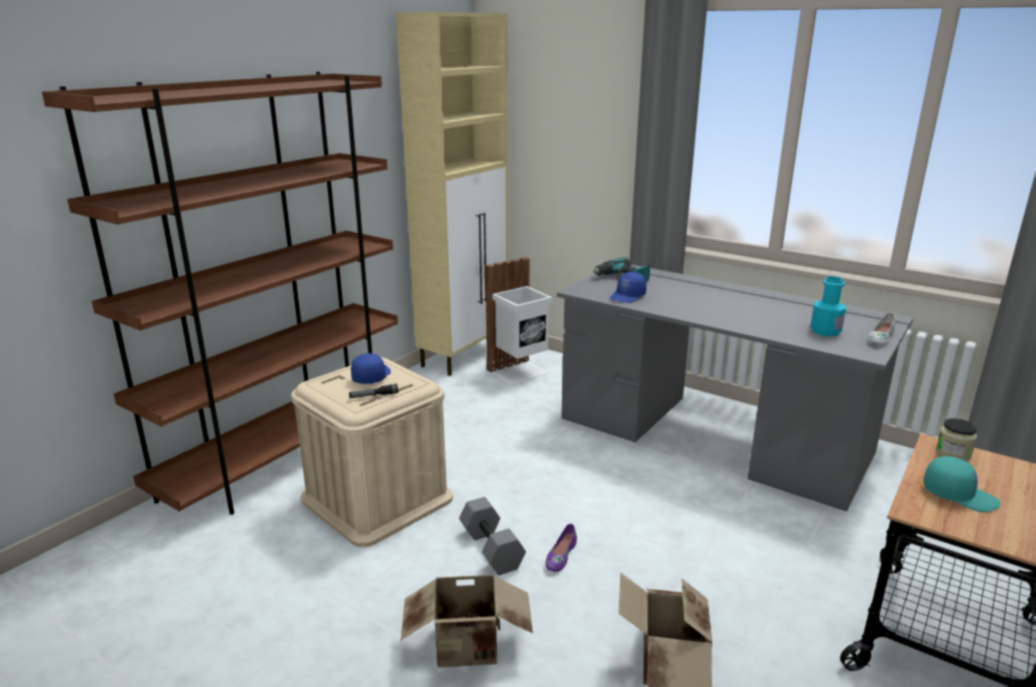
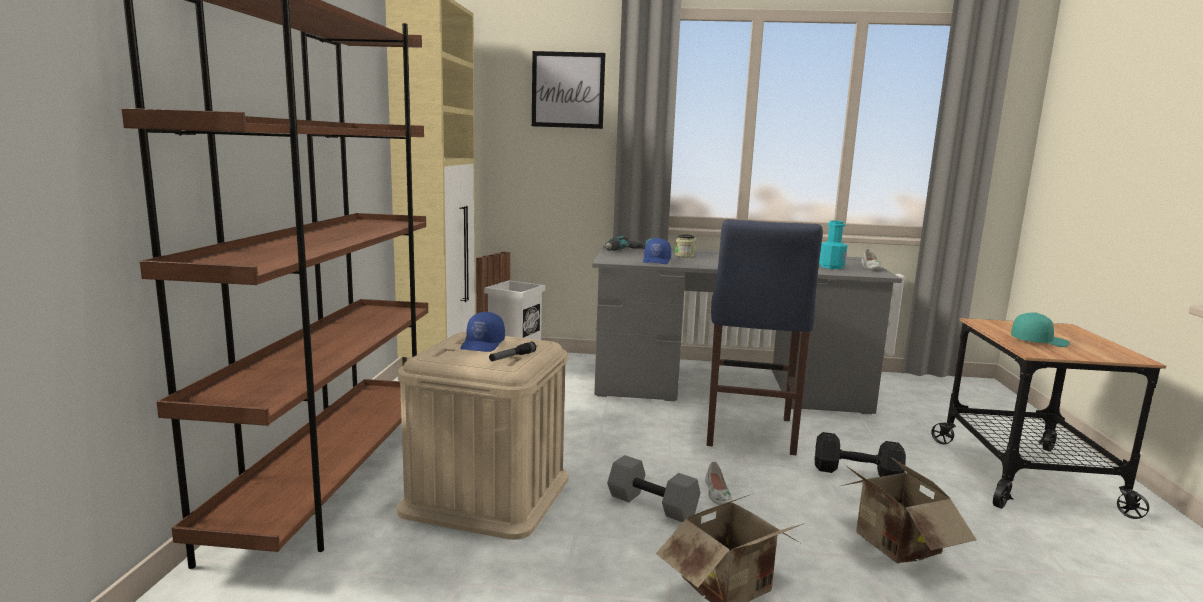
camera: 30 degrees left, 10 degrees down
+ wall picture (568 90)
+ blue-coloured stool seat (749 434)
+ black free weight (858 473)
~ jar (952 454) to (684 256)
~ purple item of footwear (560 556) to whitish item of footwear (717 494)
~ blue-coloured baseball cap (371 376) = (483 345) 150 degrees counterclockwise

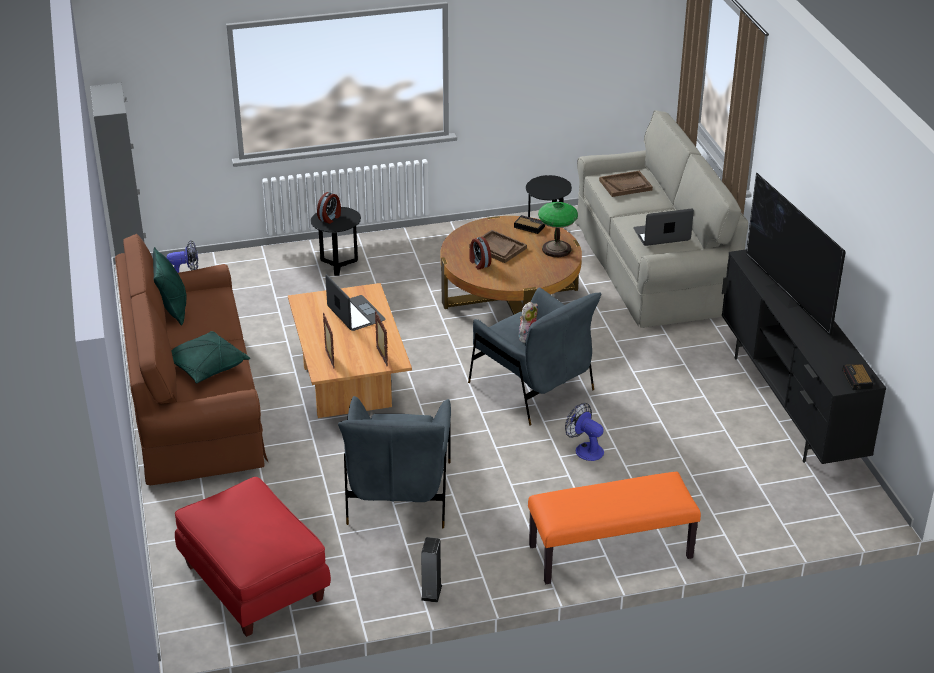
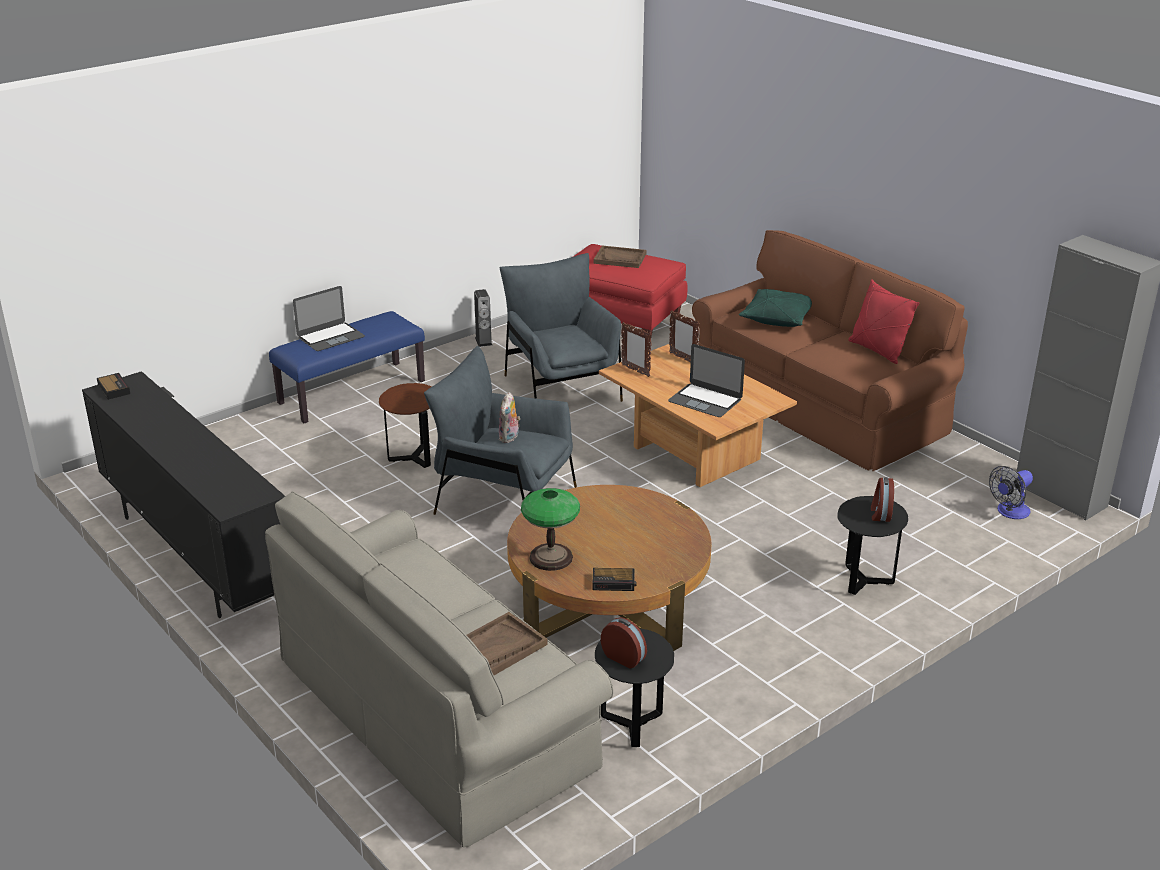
camera: 155 degrees right, 5 degrees down
- TV set (787 295)
~ brown carrying tray (497 248) to (620 258)
~ alarm clock (479 263) to (624 657)
~ notebook computer (661 235) to (330 337)
~ fan (585 449) to brown end table (413 458)
~ green-coloured pillow (173 309) to red pillow (877 350)
~ orangey long seat (610 553) to blue-coloured long seat (352 392)

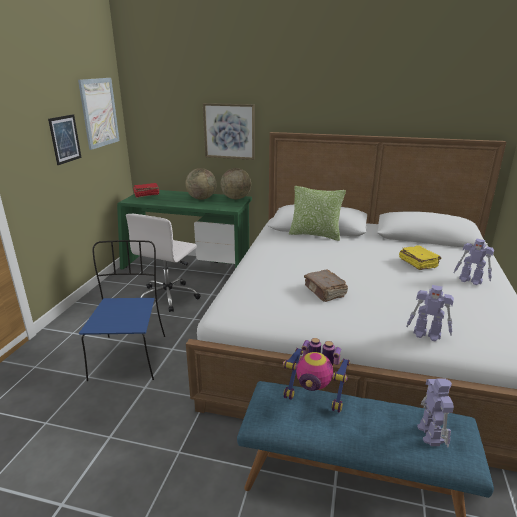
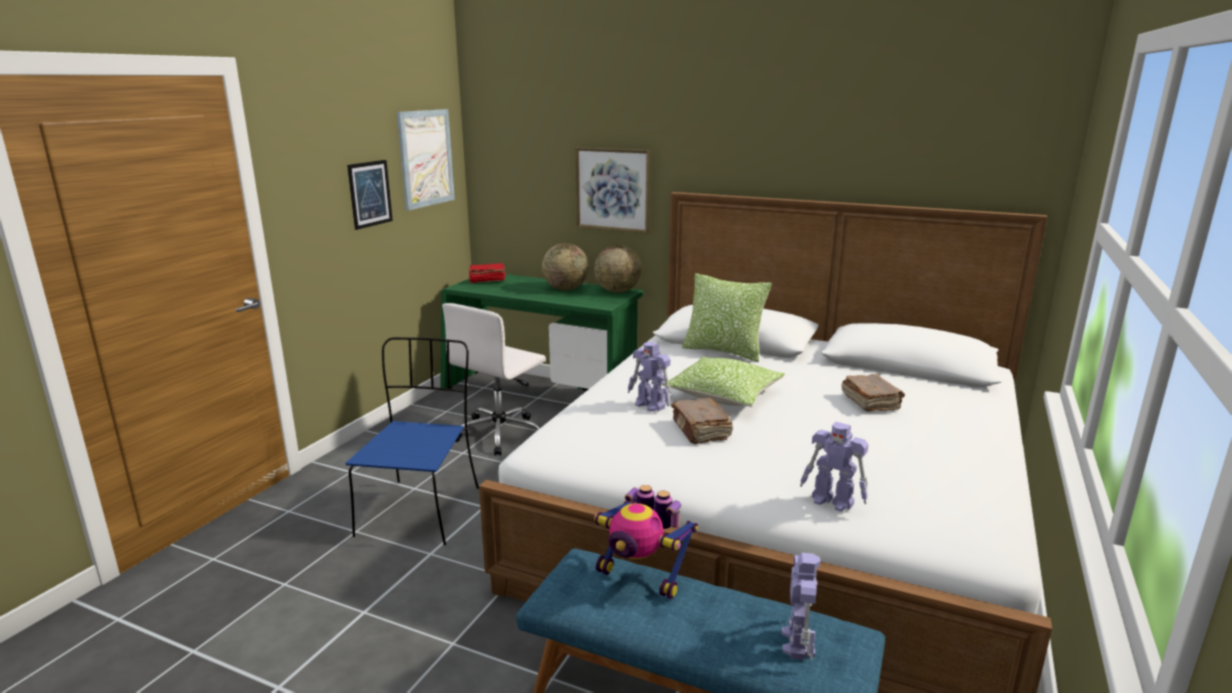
camera: 10 degrees right, 5 degrees down
+ pillow (724 395)
~ model robot (471 280) to (650 405)
~ yellow bound book (418 263) to brown bound book (870 402)

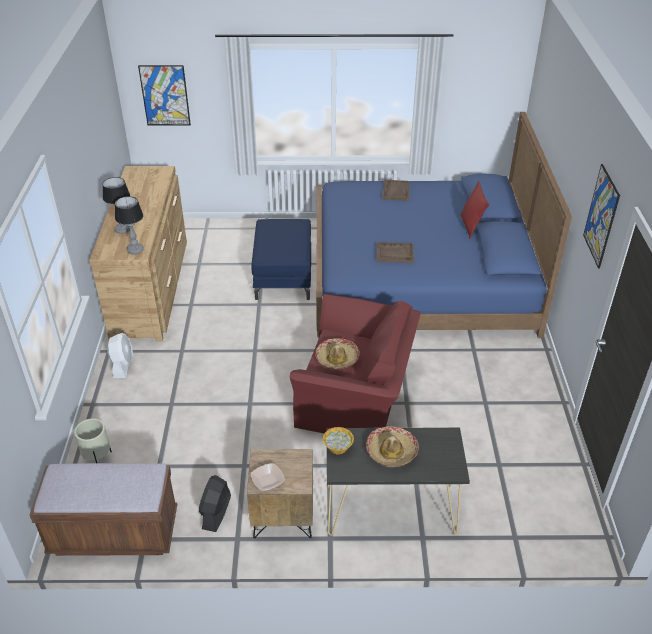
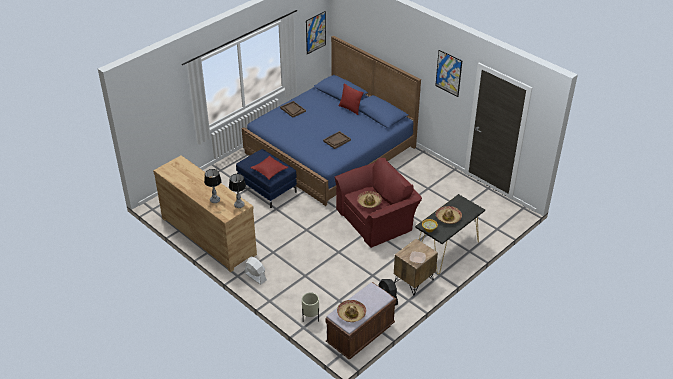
camera: 45 degrees left, 0 degrees up
+ red pillow (269 170)
+ clothing hat (351 314)
~ wall picture (165 95) to (315 32)

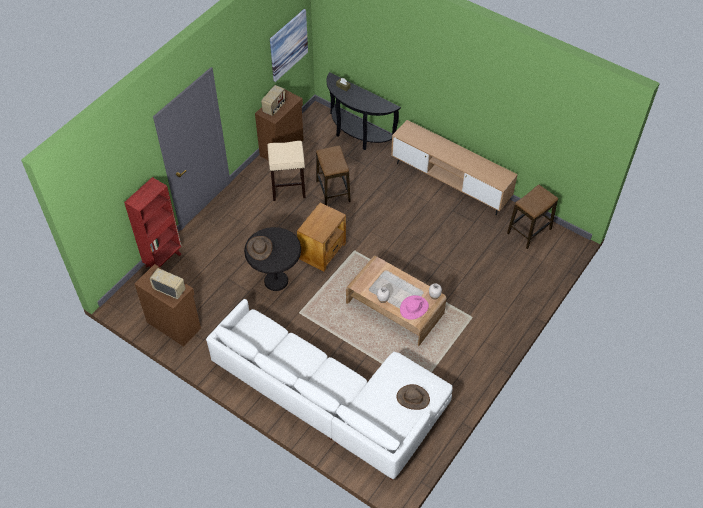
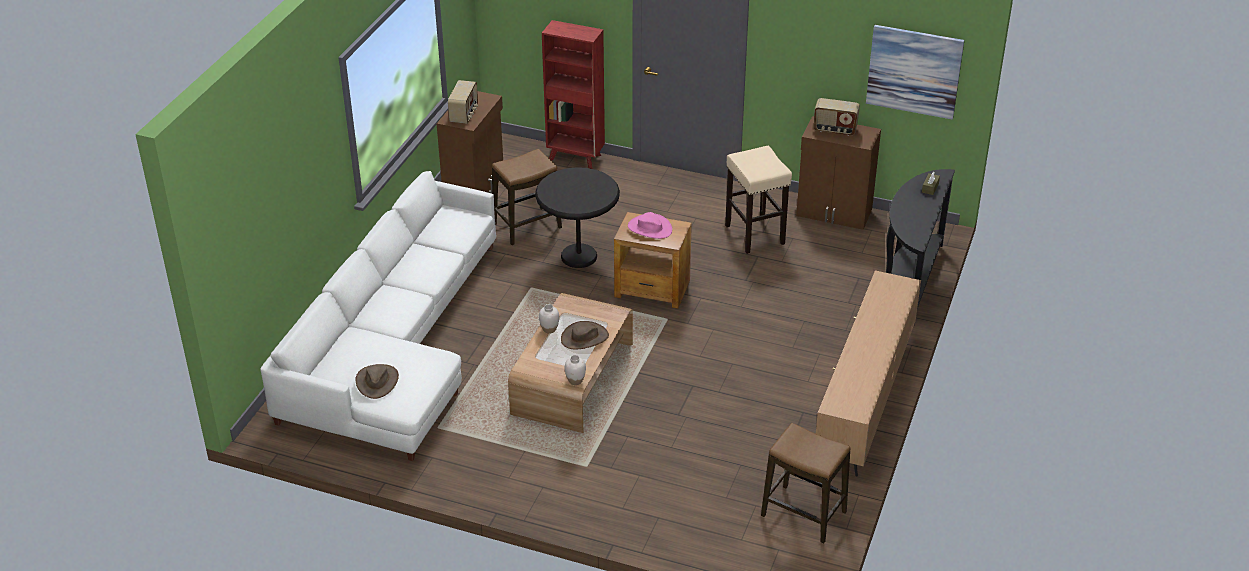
camera: 75 degrees right, 15 degrees down
~ brown clothing hat (260 248) to (584 338)
~ stool seat (333 191) to (527 226)
~ pink clothing hat (414 308) to (649 228)

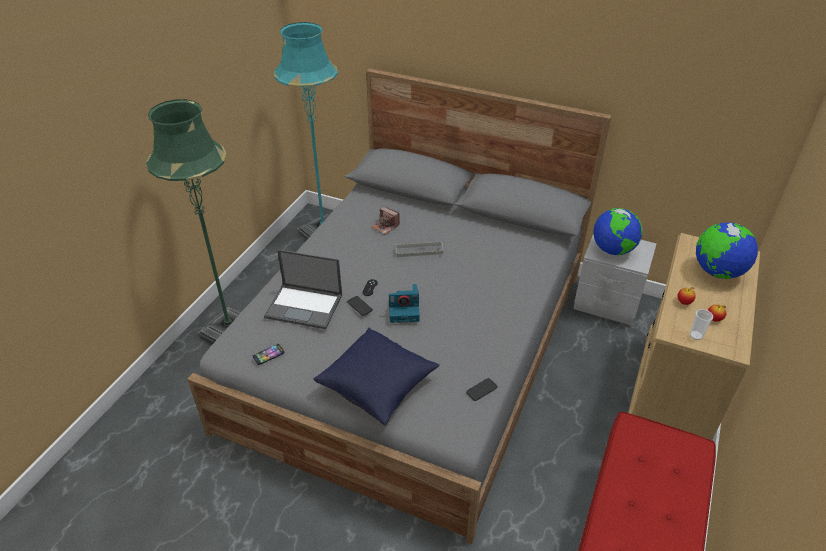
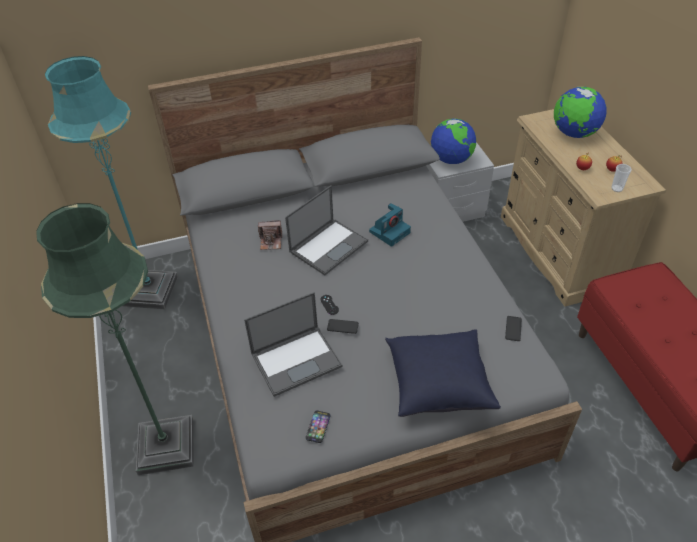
camera: 40 degrees left, 5 degrees up
~ photo camera (404 310) to (390 231)
~ gray carrying tray (419 251) to notebook computer (329 246)

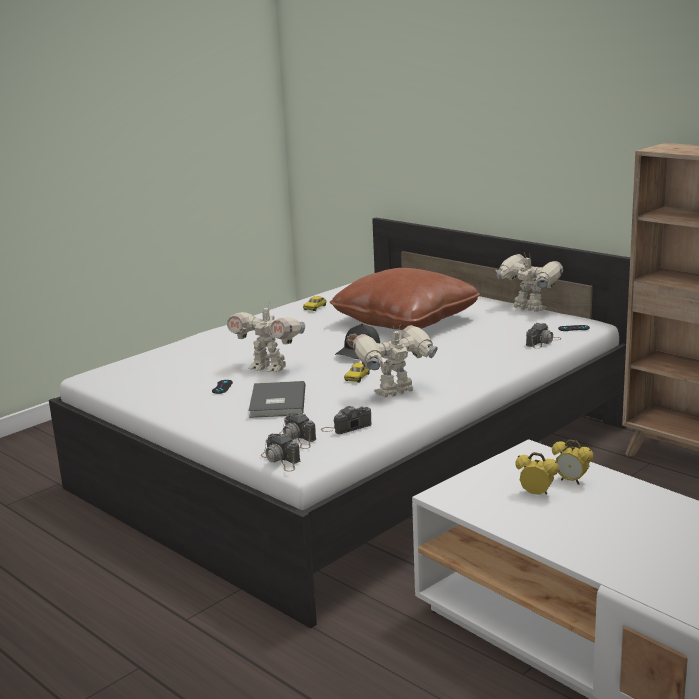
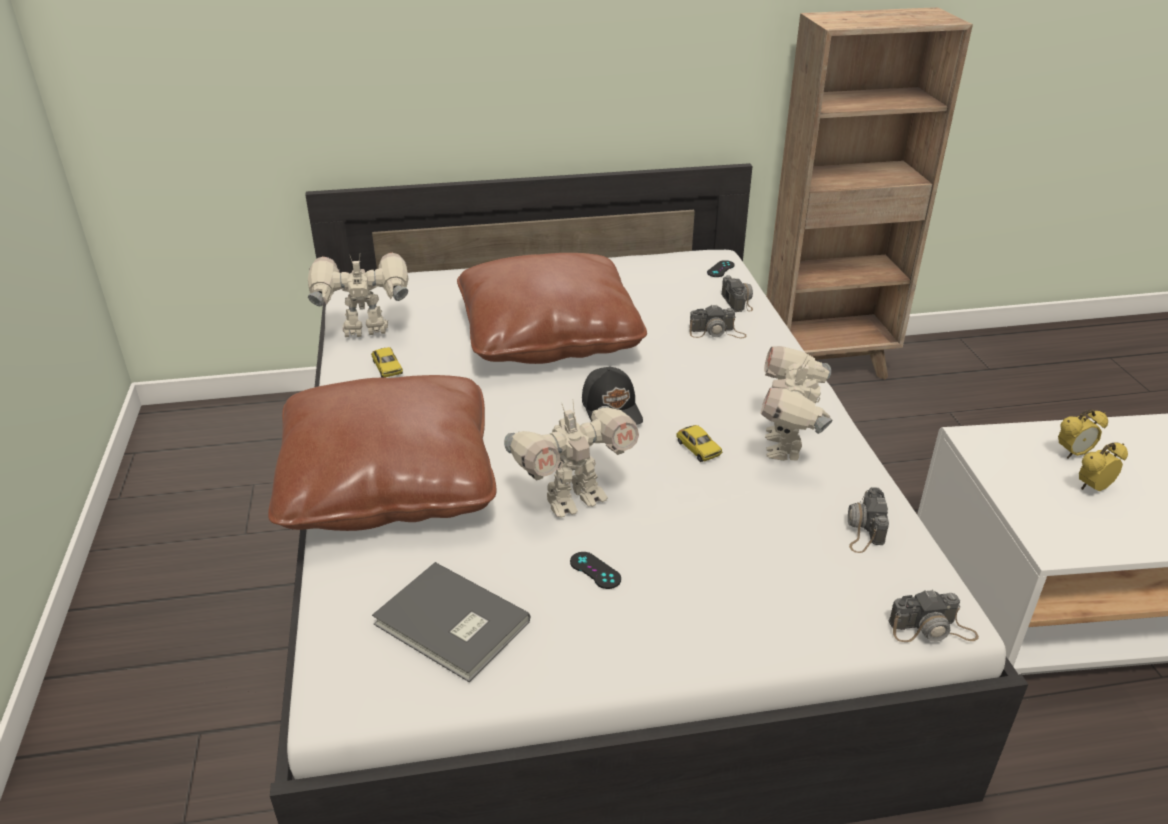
camera: 55 degrees left, 15 degrees up
+ brown pillow (389 482)
~ gray bound book (276 402) to (451 626)
~ photo camera (298 438) to (717 332)
~ model robot (528 309) to (366 333)

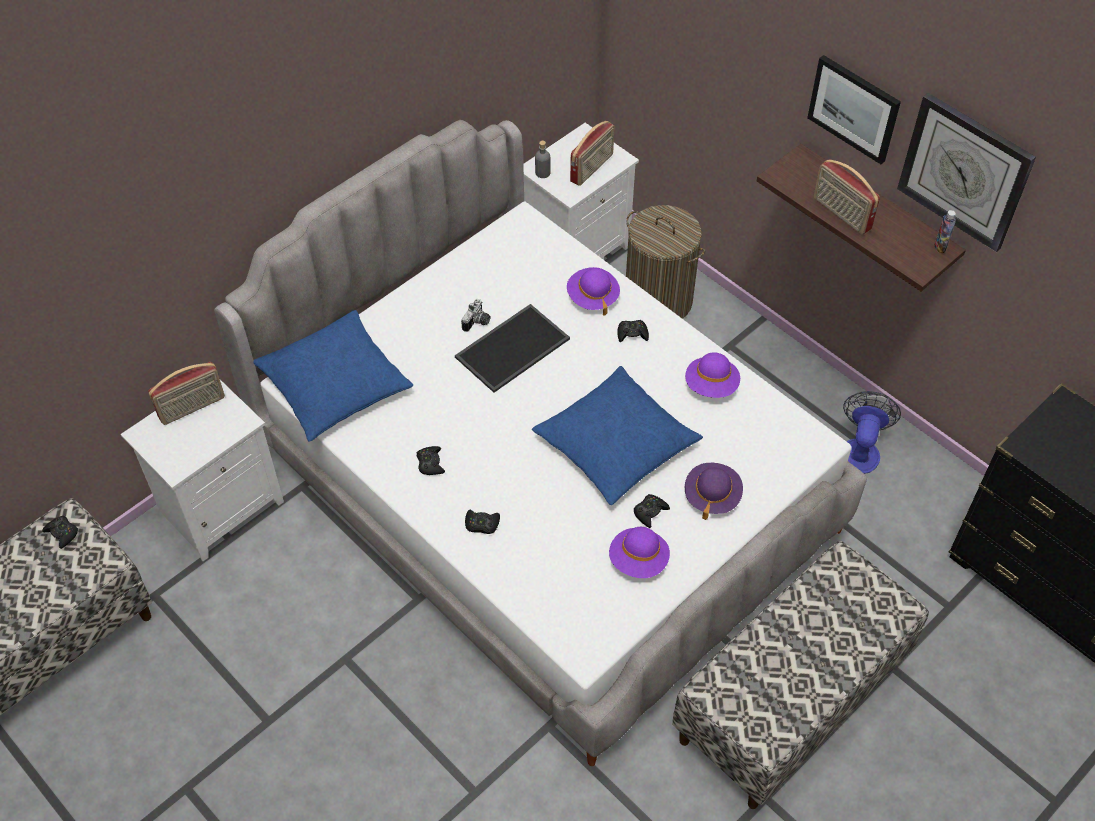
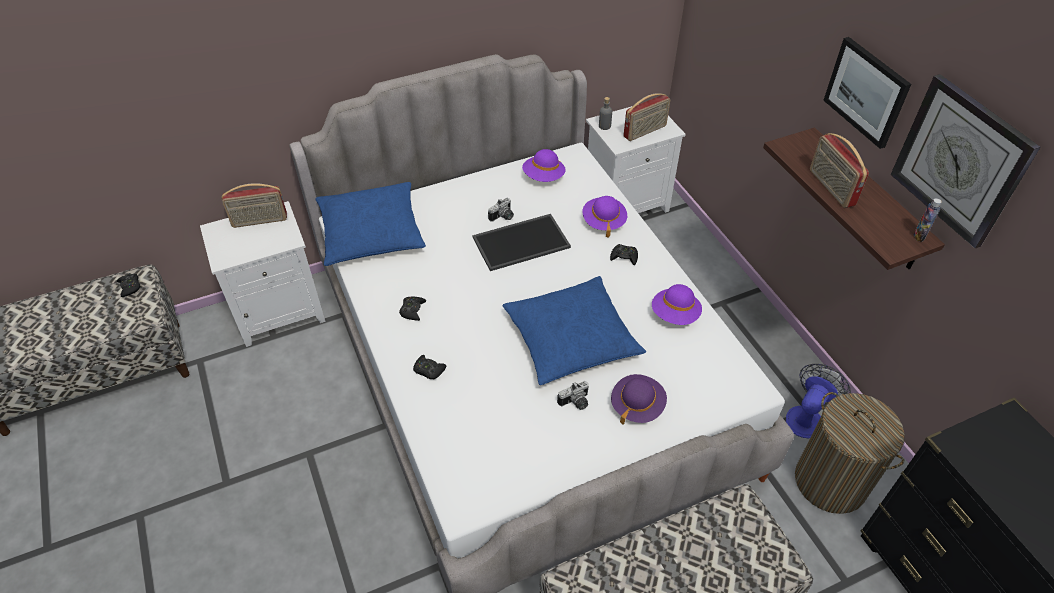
camera: 20 degrees right, 5 degrees down
~ purple clothing hat (638 560) to (543 177)
~ hamper (658 300) to (830 481)
~ black gamepad (650 512) to photo camera (575 403)

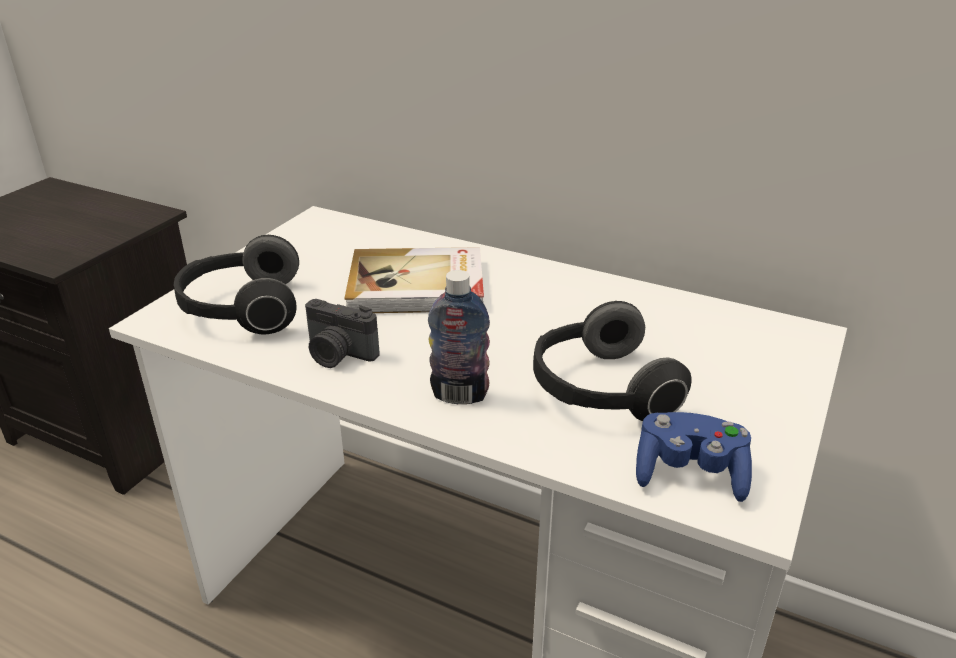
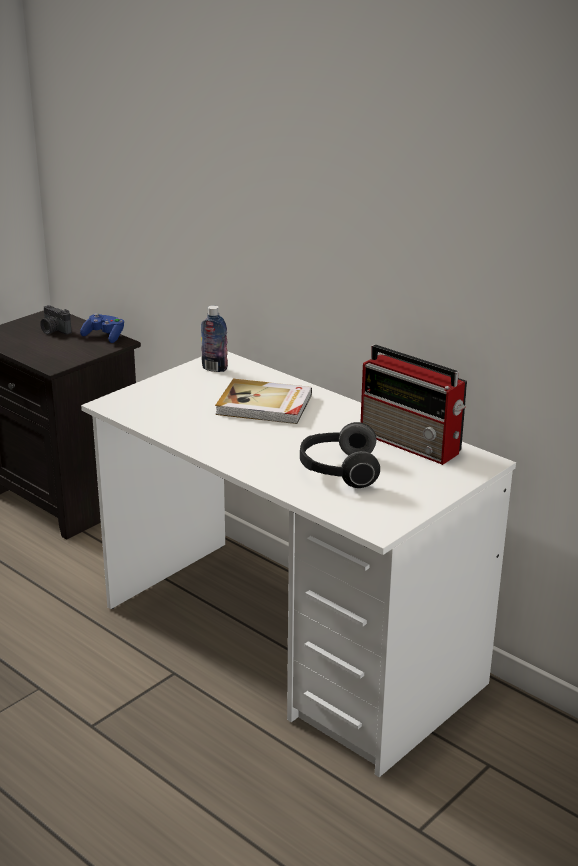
camera: 15 degrees right, 5 degrees down
- headphones (241 310)
+ radio set (412 443)
~ photo camera (338 355) to (54 331)
~ drink bottle (459 395) to (214 368)
~ blue-coloured gamepad (690 473) to (104 336)

